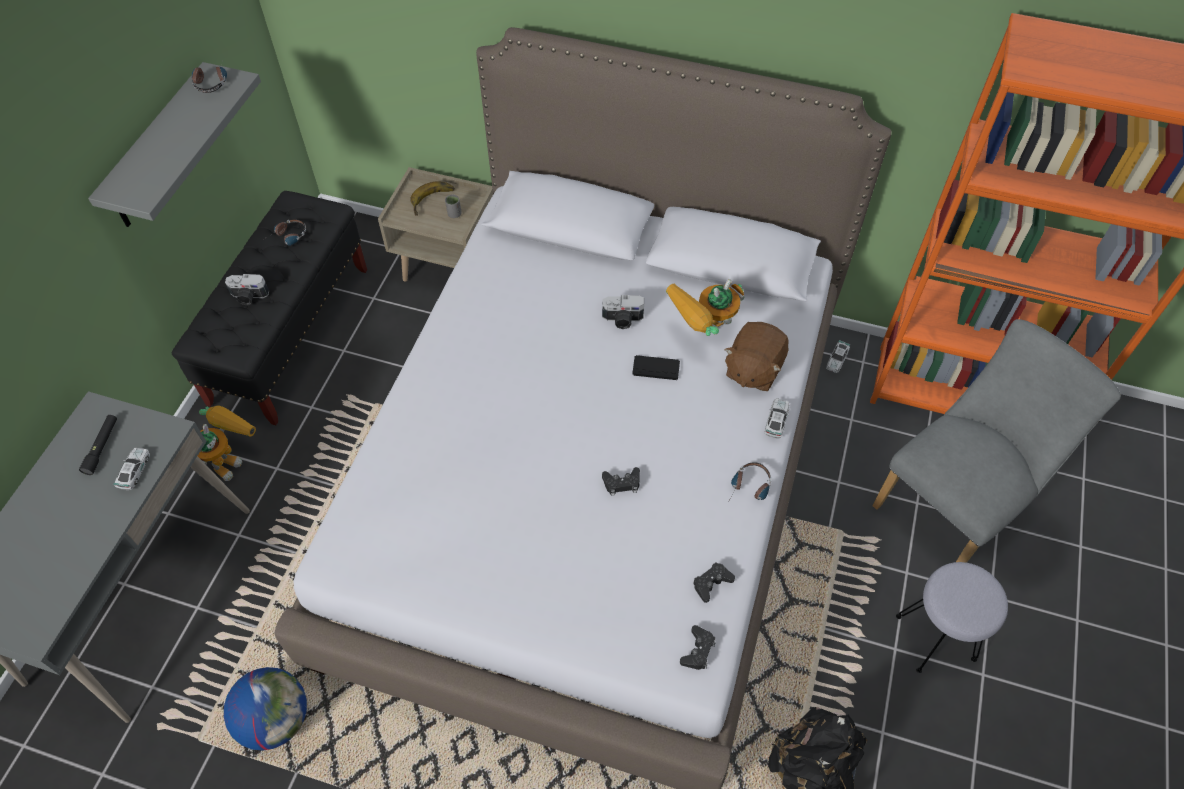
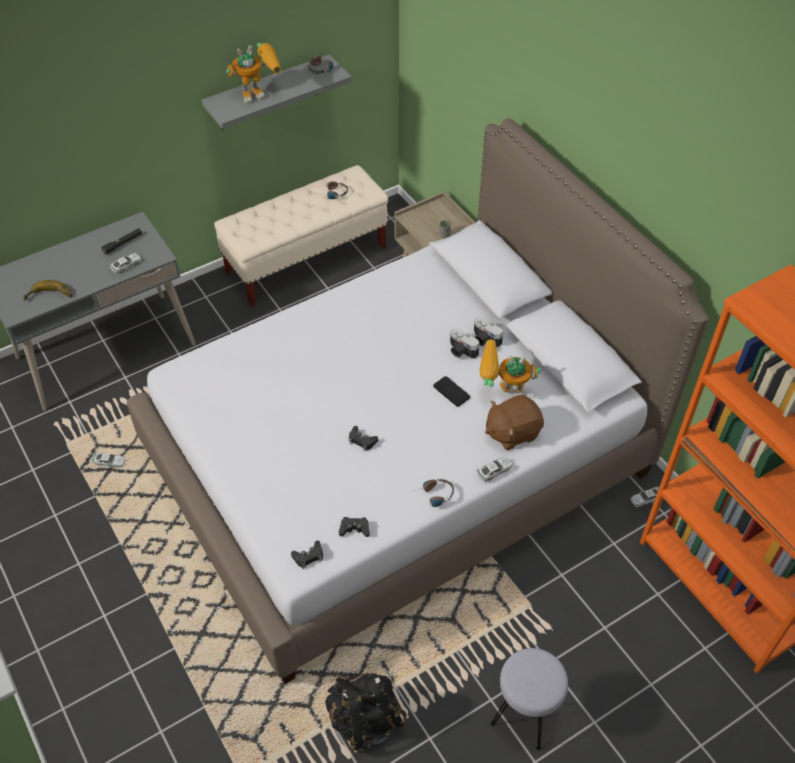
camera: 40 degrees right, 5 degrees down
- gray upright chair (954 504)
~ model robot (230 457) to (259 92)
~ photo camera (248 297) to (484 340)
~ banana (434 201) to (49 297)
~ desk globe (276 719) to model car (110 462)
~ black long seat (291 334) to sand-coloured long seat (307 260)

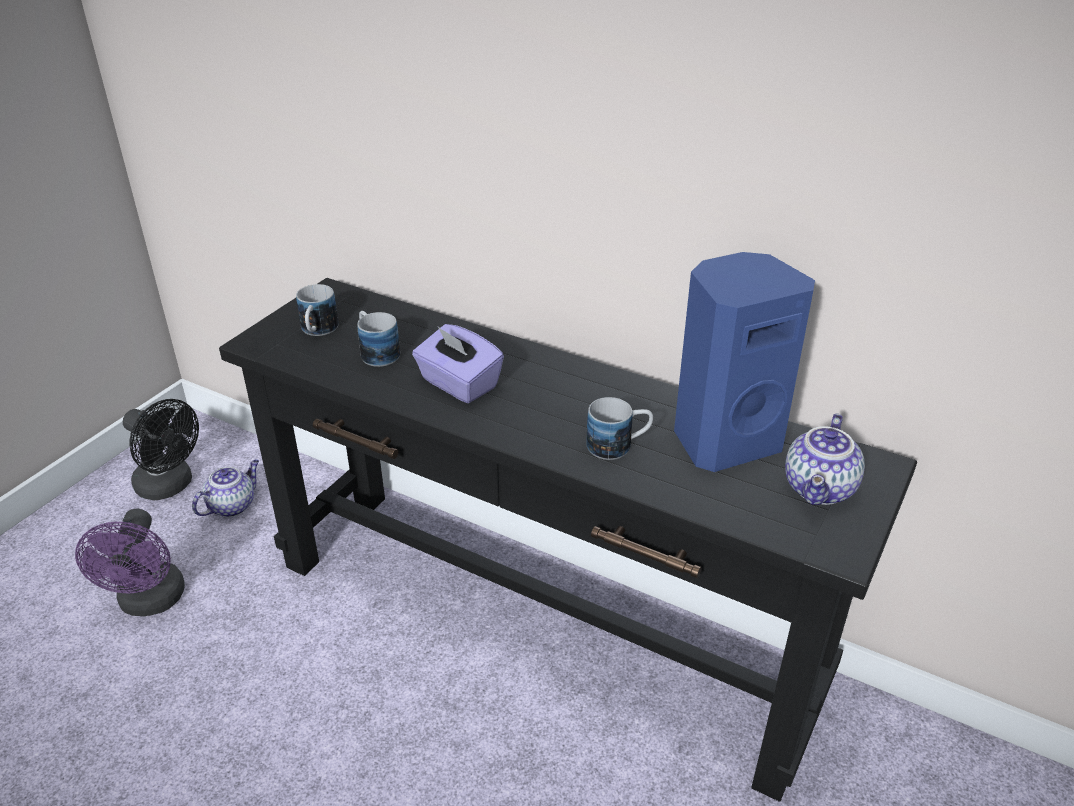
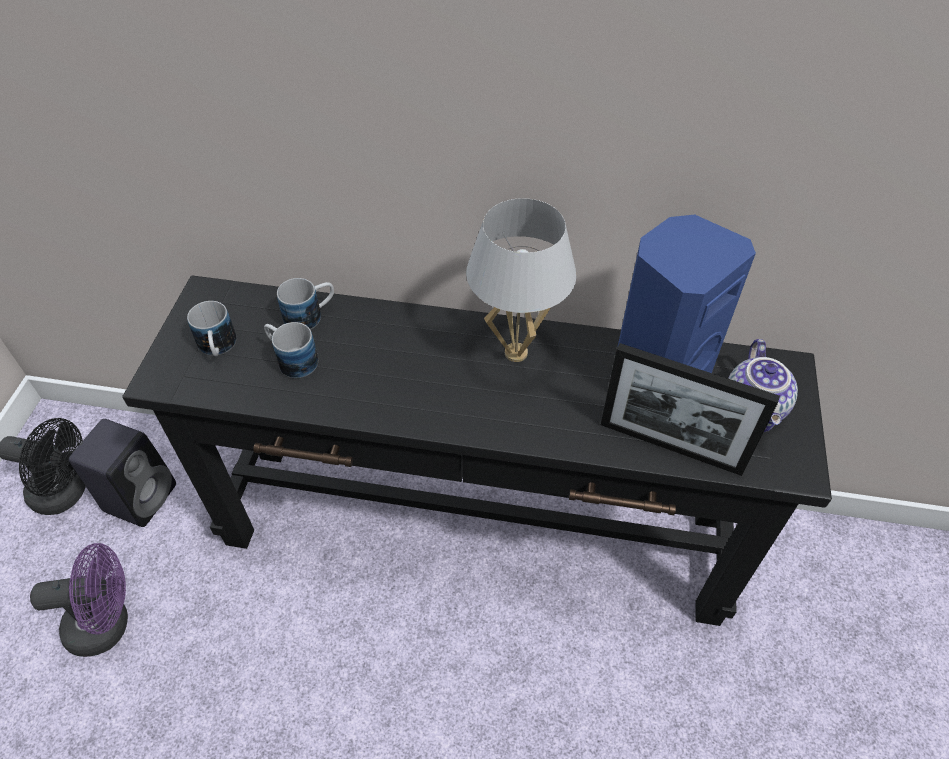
camera: 20 degrees left, 15 degrees up
- purple tissue holder (458 384)
+ whitish lamp for a table (515 352)
+ photo frame (670 446)
~ coffee mug (618 445) to (311 315)
~ pot for tea (232 505) to black audio speaker (141 495)
~ purple fan (150 602) = (108 624) 75 degrees counterclockwise

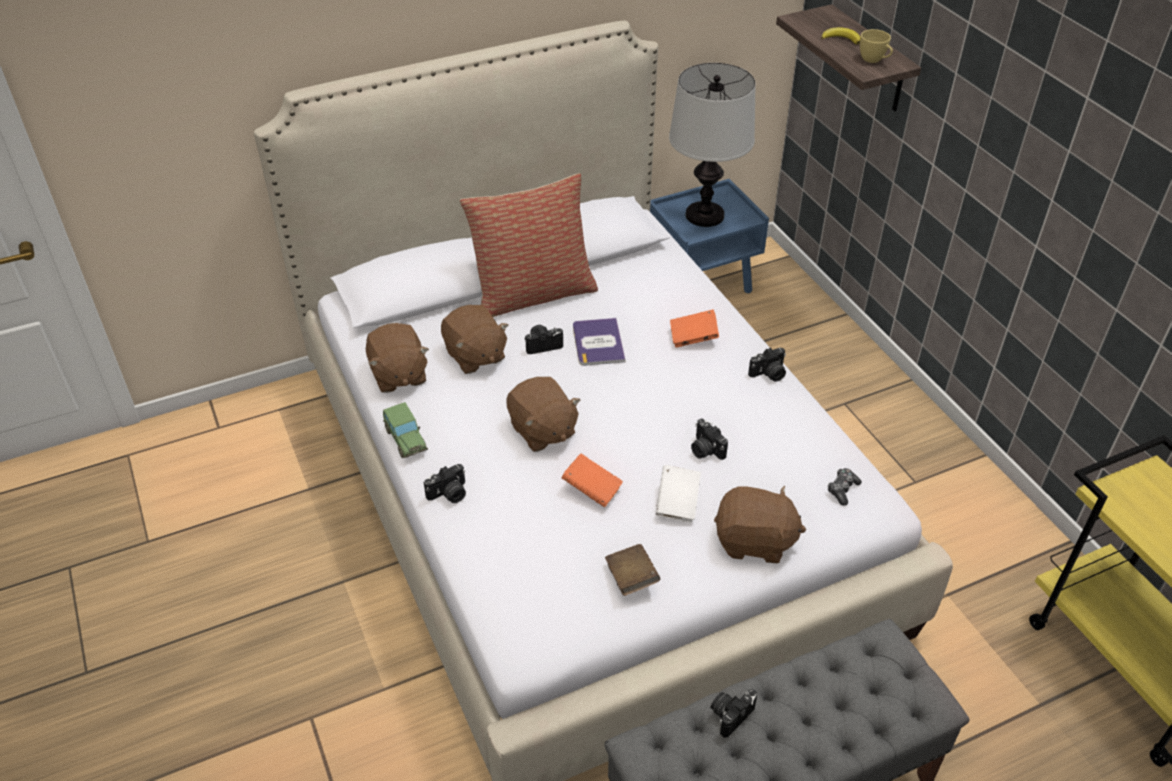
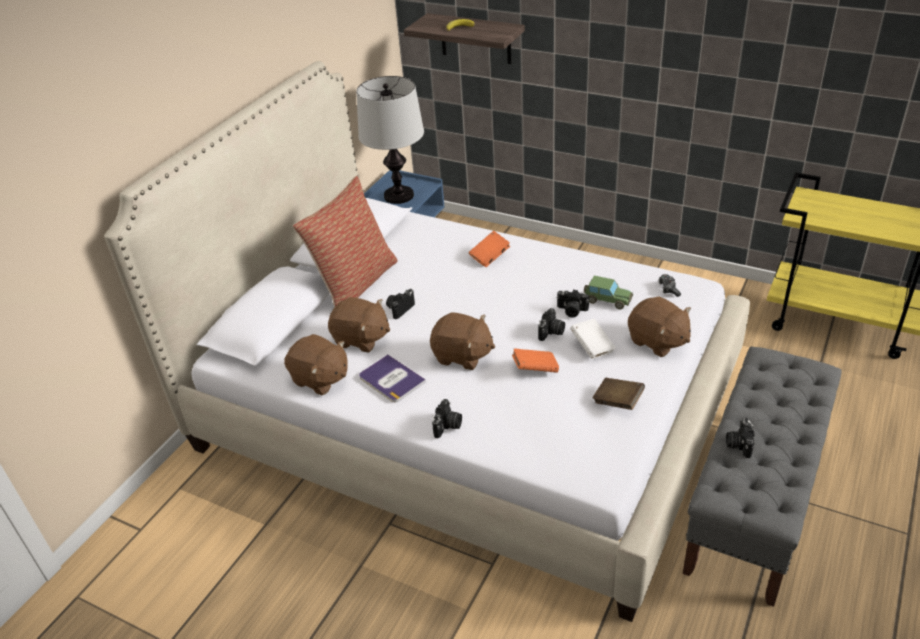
camera: 35 degrees left, 5 degrees down
- yellow small cup (874 60)
~ model car (405 439) to (607 300)
~ bound book (598 343) to (391 379)
~ photo camera (769 374) to (551 332)
~ brown cuddly toy (754 541) = (657 341) 75 degrees clockwise

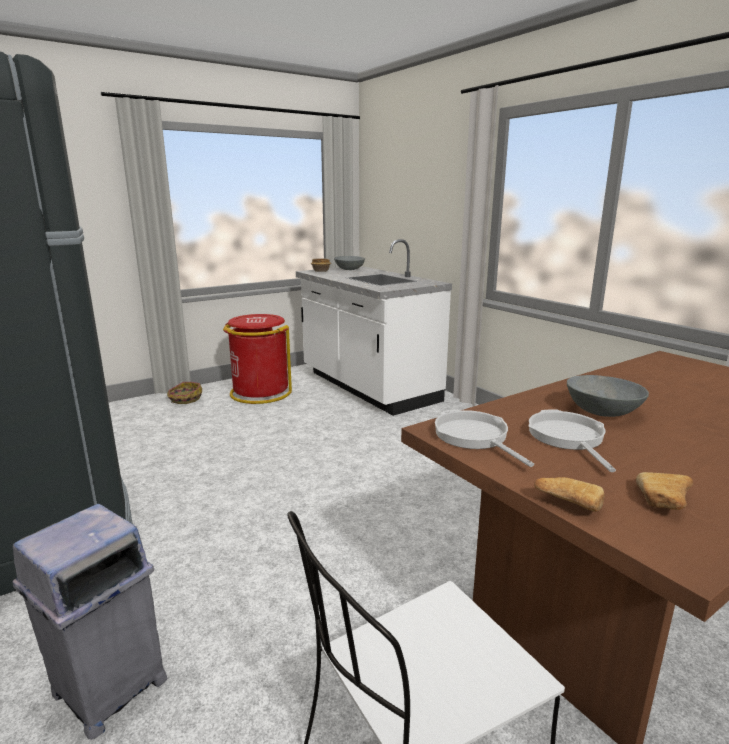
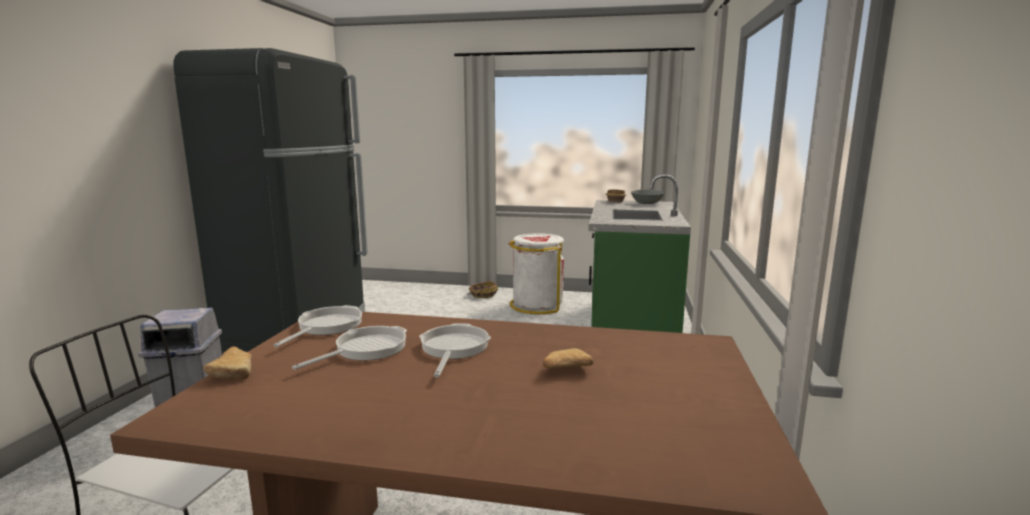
camera: 45 degrees right, 5 degrees down
~ bread (662 503) to (564 370)
~ gray deep dish (603 411) to frying pan (453 348)
~ red trash can (260 393) to whitish trash can (536 305)
~ whitish kitchen base unit (367 387) to green-coloured kitchen base unit (629 326)

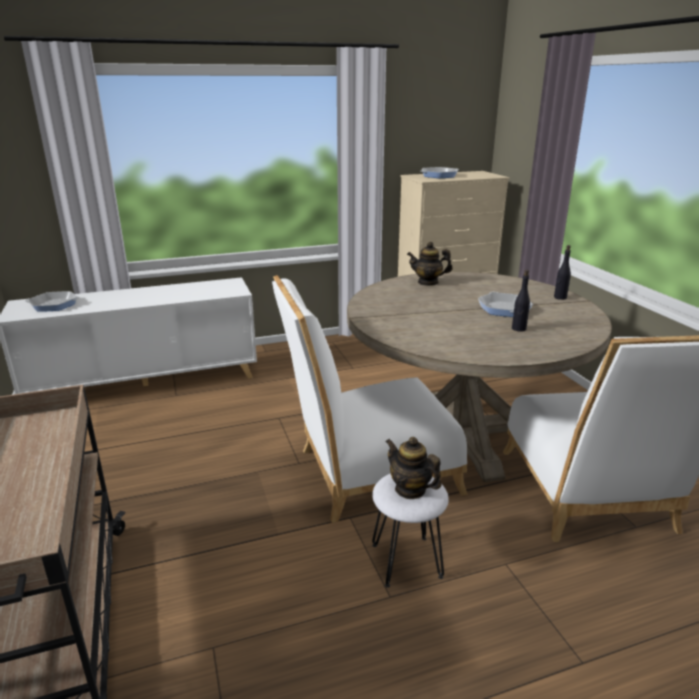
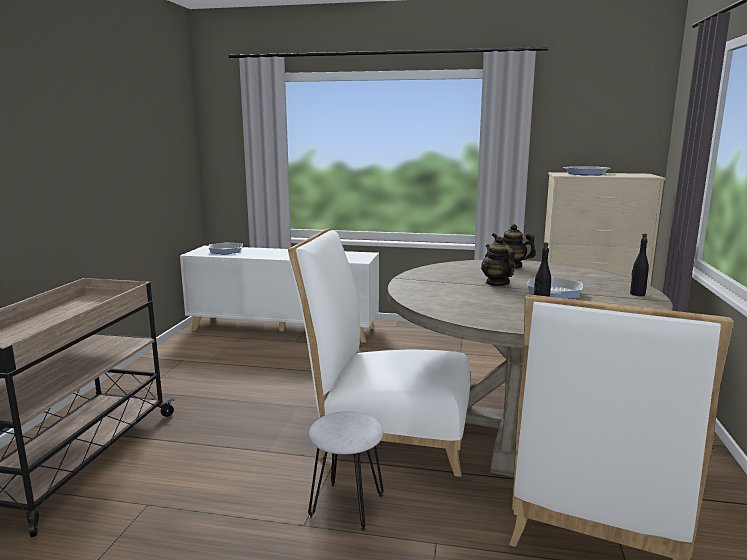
camera: 30 degrees right, 10 degrees down
~ pot for tea (410 489) to (497 283)

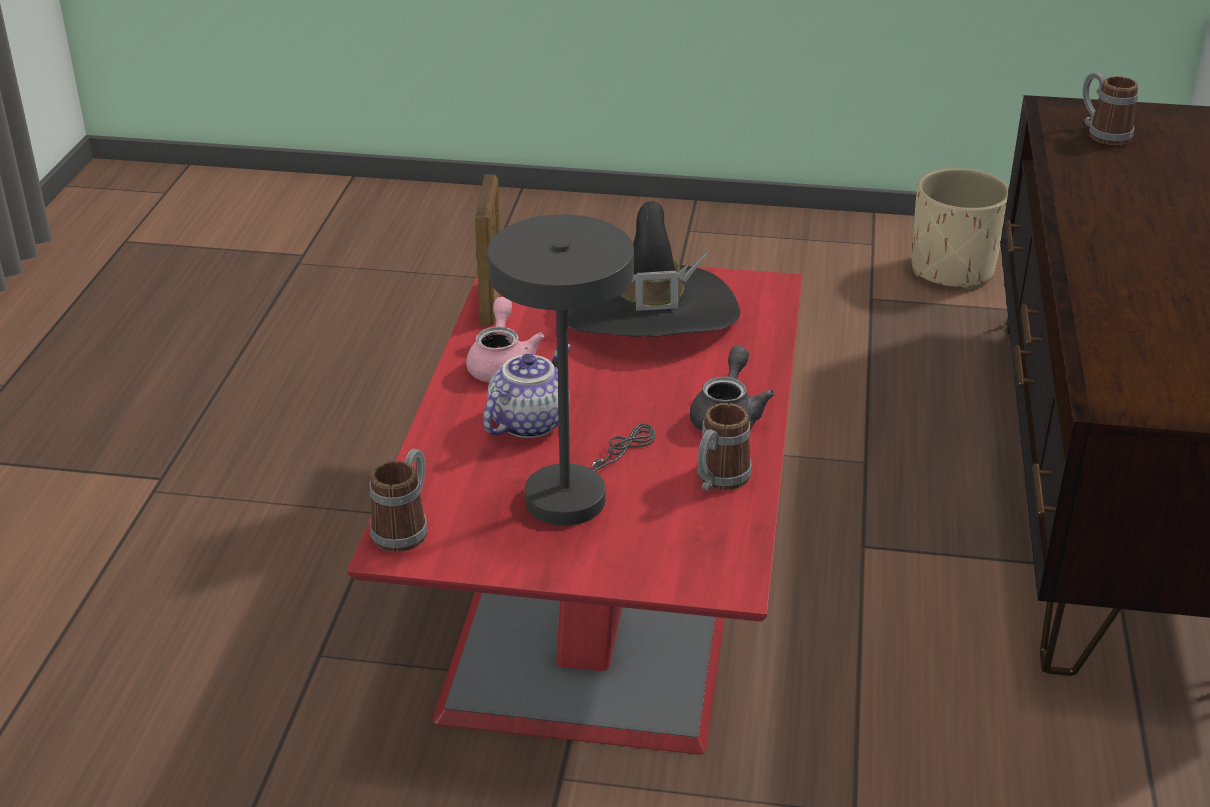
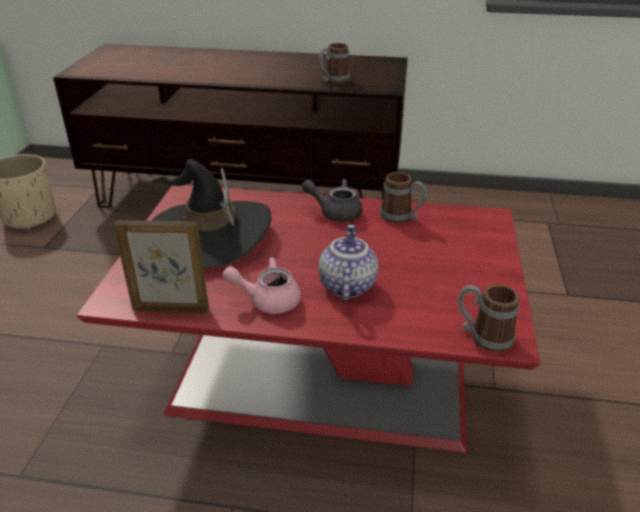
camera: 90 degrees left, 0 degrees up
- gray lamp for a table (573 492)
~ coffee mug (1102 133) to (333 80)
~ pot for tea (528 422) = (346 285) 60 degrees clockwise

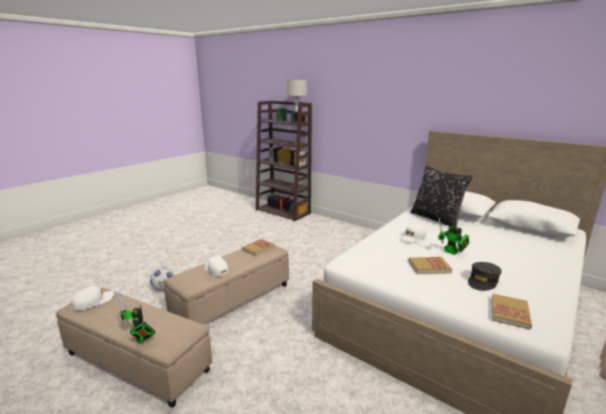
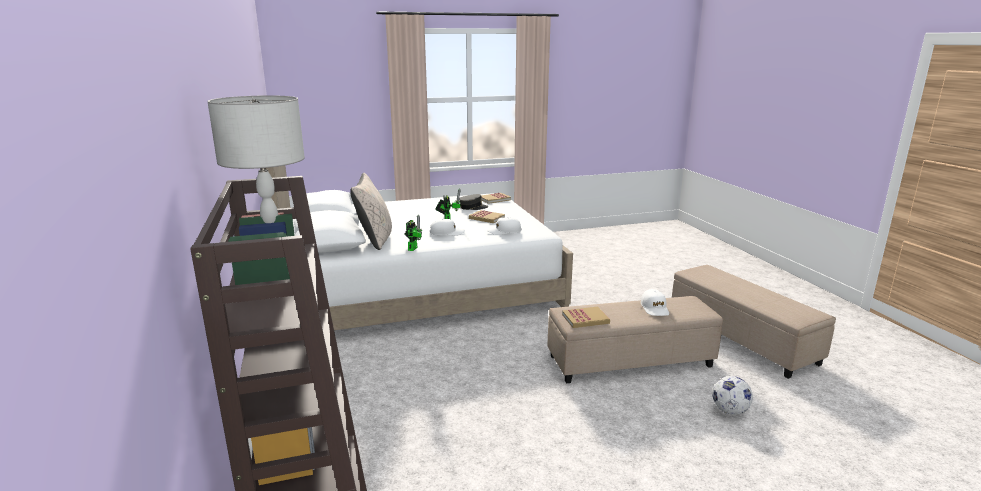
camera: 145 degrees left, 0 degrees up
~ whitish baseball cap (93 301) to (504 231)
~ model robot (140 339) to (413 248)
~ black pillow (436 219) to sand-coloured pillow (375 239)

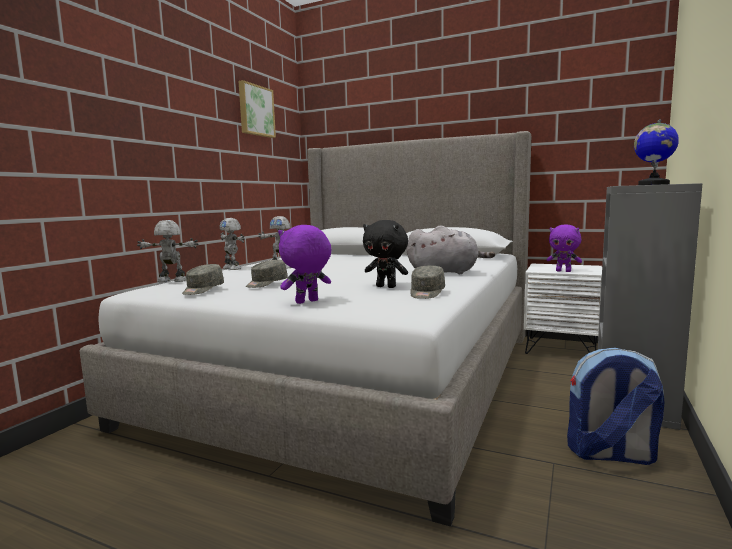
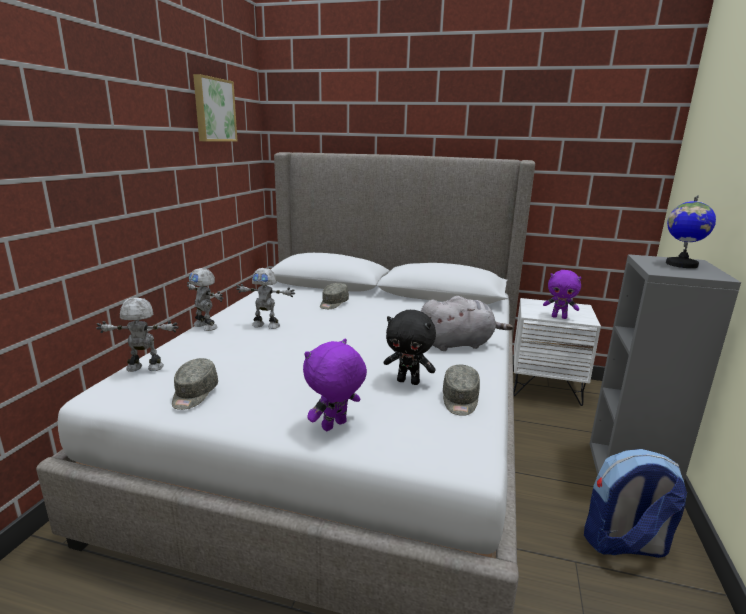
camera: 10 degrees left, 10 degrees up
~ gray baseball cap (266 283) to (333 303)

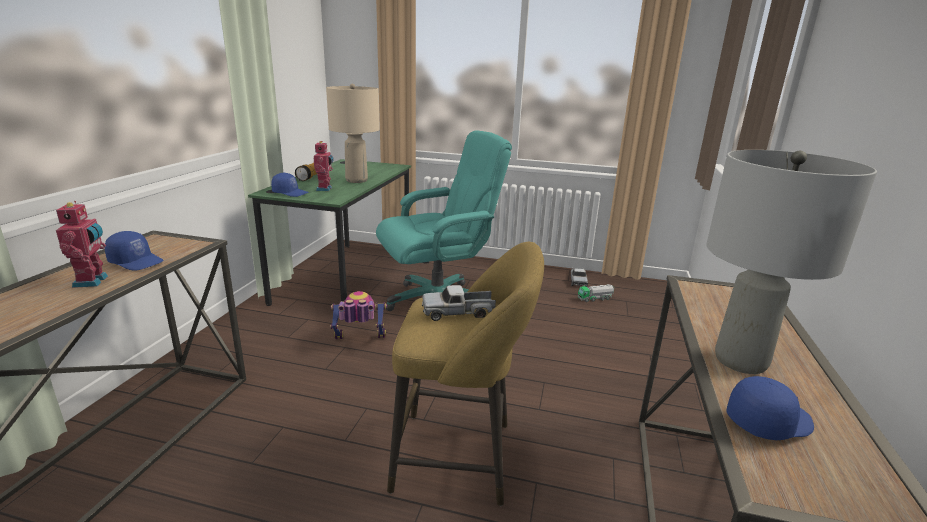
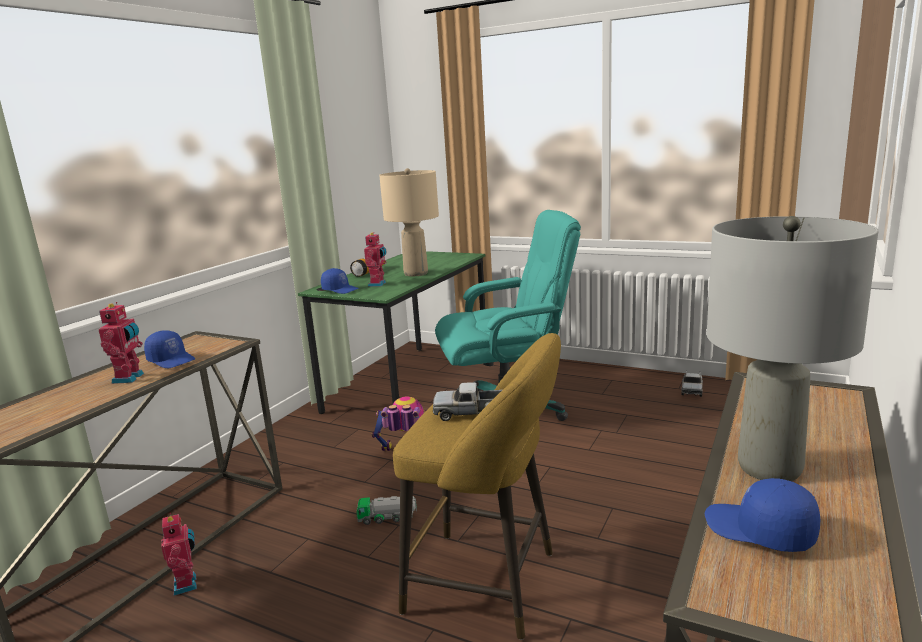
camera: 15 degrees right, 5 degrees down
+ model robot (187 584)
~ toy truck (595 298) to (387 518)
~ blue-coloured baseball cap (767 421) = (759 531) 135 degrees counterclockwise

